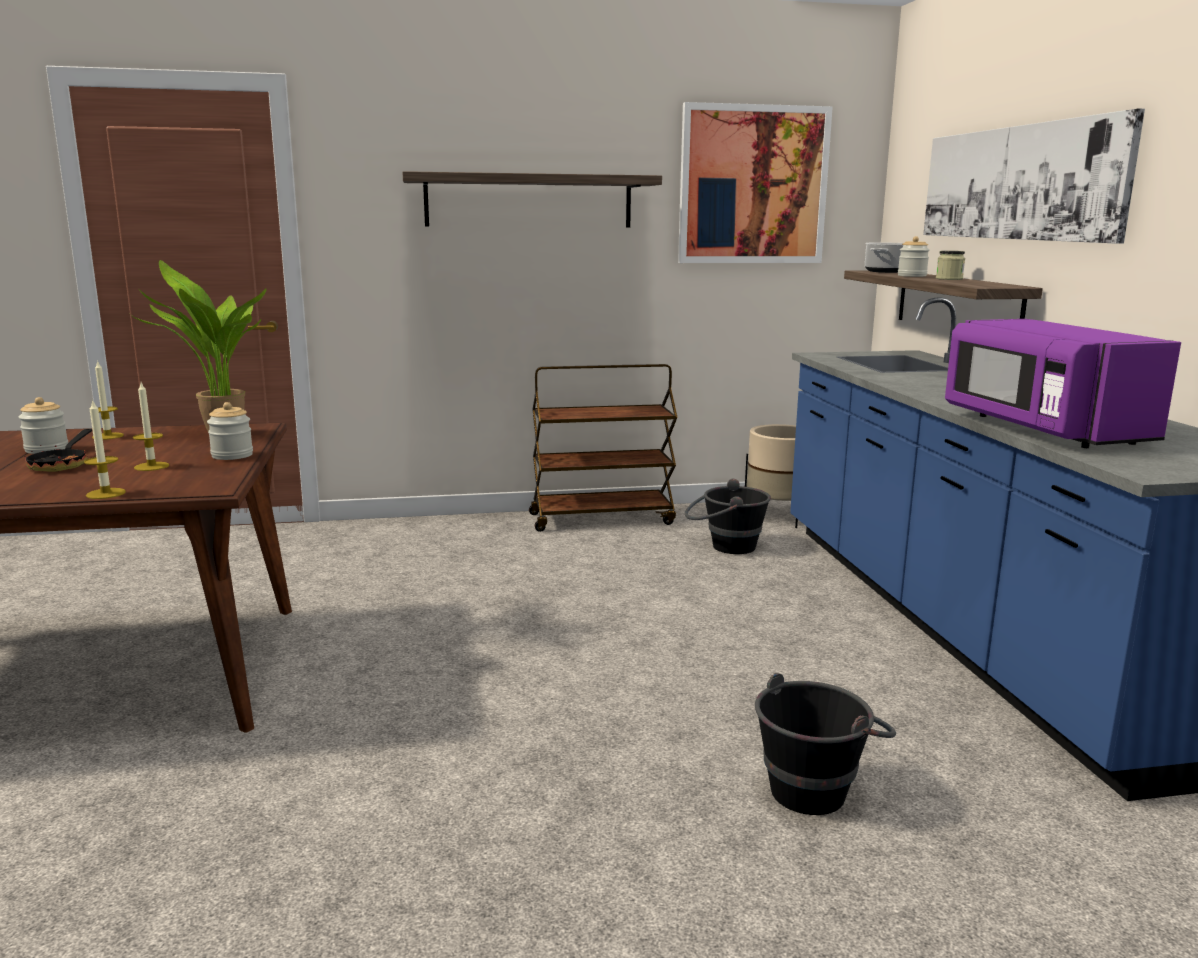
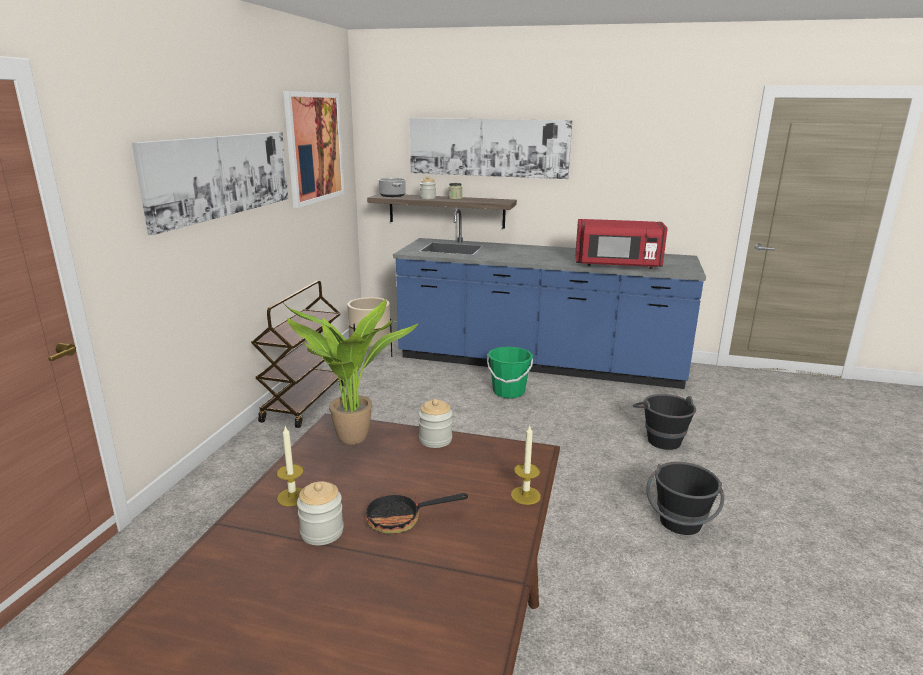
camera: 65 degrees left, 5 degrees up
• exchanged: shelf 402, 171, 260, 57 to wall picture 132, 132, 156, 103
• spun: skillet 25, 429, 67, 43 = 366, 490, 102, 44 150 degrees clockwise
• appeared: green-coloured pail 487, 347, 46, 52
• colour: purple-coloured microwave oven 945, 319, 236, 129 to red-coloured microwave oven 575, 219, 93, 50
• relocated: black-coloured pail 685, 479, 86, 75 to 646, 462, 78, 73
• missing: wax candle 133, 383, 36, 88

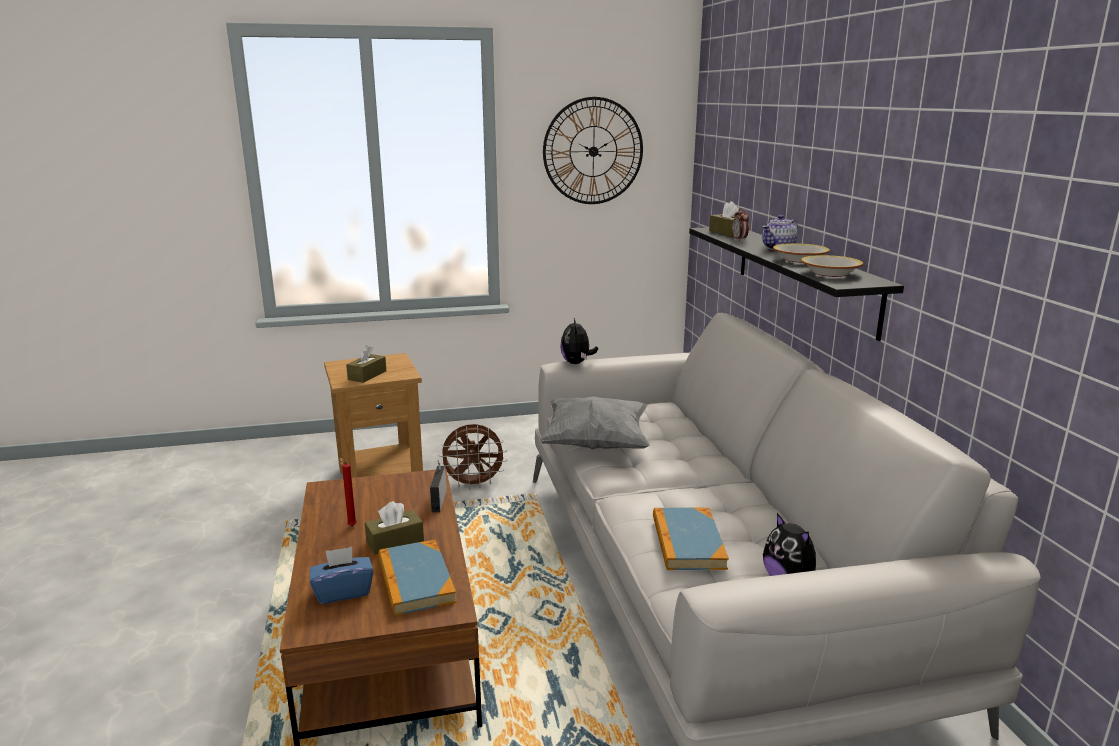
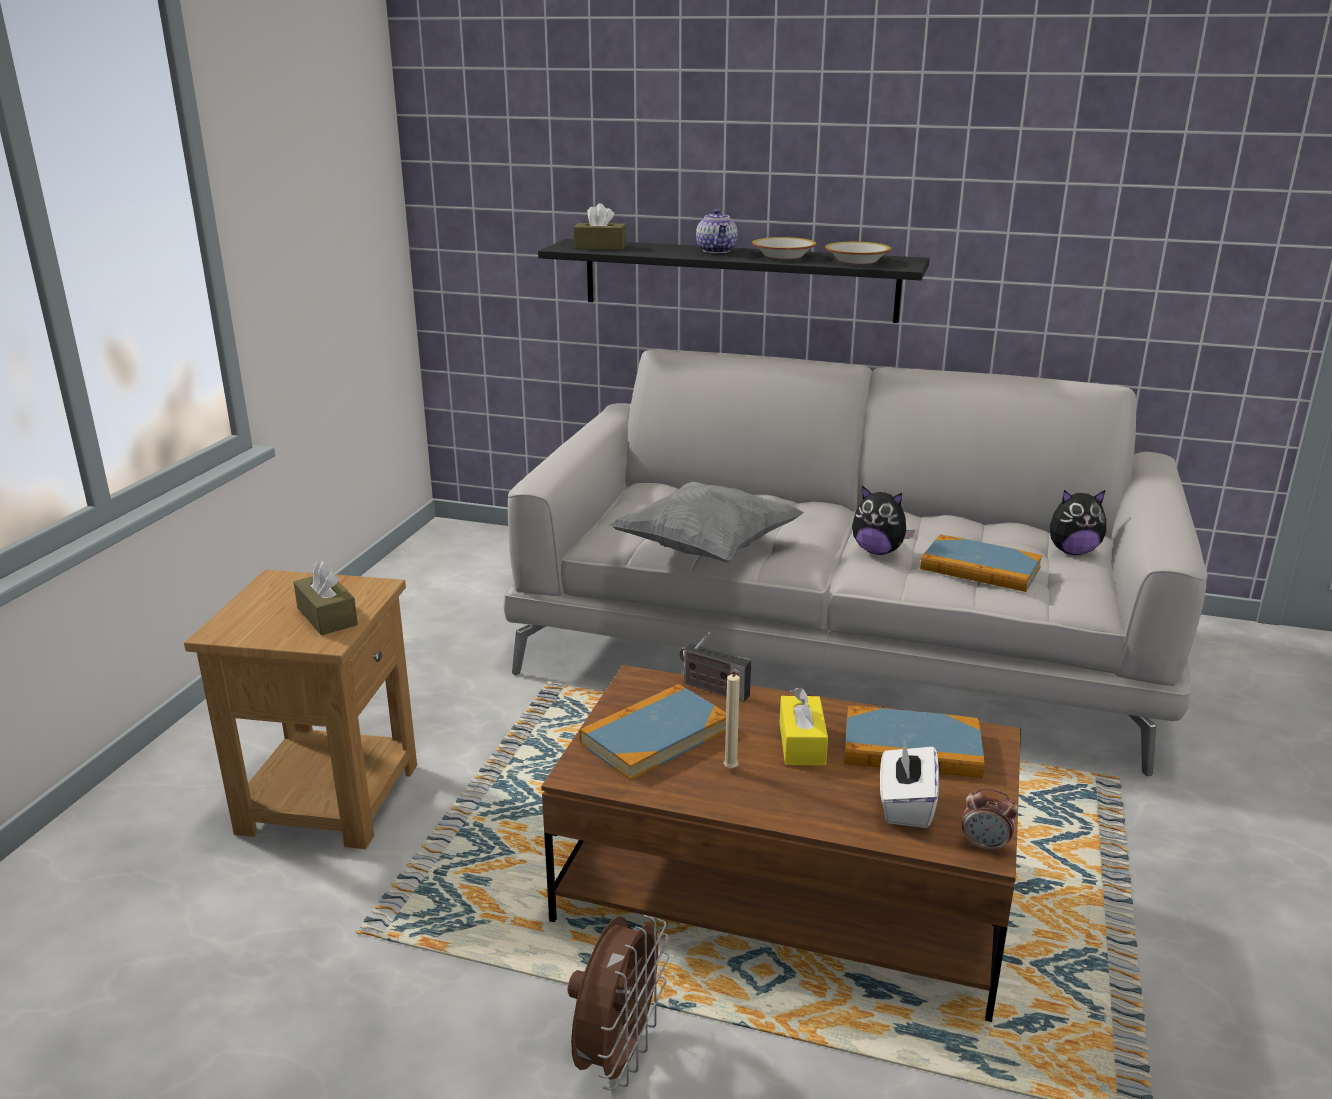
camera: 60 degrees left, 5 degrees up
• relocated: brown fan 439, 424, 68, 65 to 568, 915, 101, 175
• appeared: volume 579, 684, 147, 96
• colour: red-coloured wax candle 339, 461, 18, 65 to beige wax candle 724, 672, 17, 97
• colour: brown tissue box 365, 501, 59, 53 to yellow tissue box 780, 687, 48, 78
• relocated: cuddly toy 560, 318, 38, 46 to 852, 485, 63, 70
• colour: blue-coloured tissue box 310, 547, 63, 57 to whitish tissue box 880, 740, 59, 88
• relocated: table clock 732, 208, 17, 33 to 962, 788, 56, 66
• missing: wall clock 543, 97, 100, 107

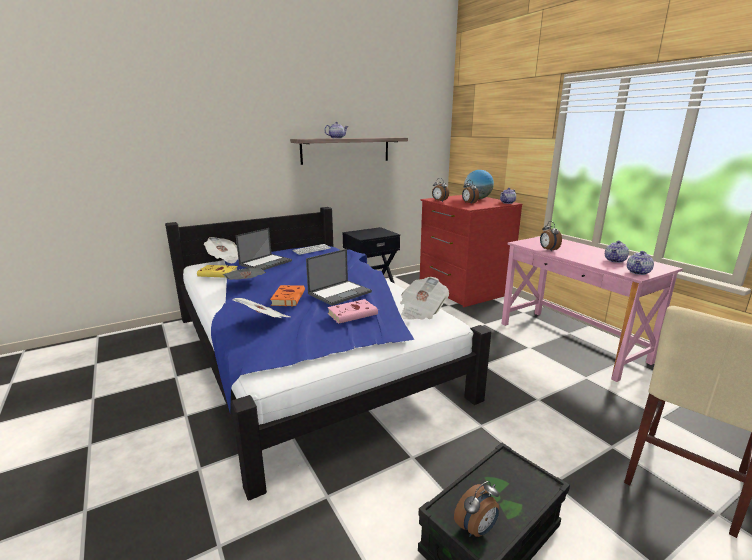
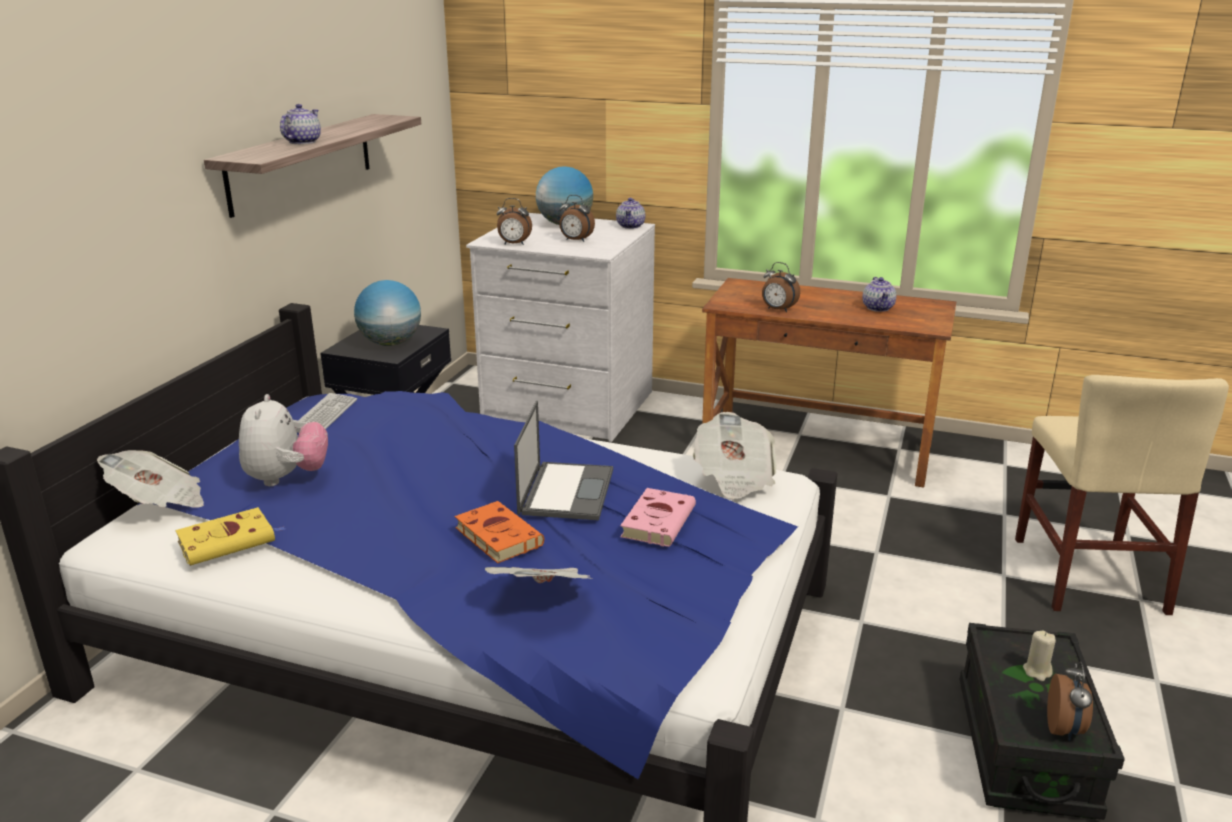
camera: 40 degrees left, 5 degrees up
• exchanged: portable computer 236, 228, 56, 42 to cuddly toy 239, 394, 89, 92
• appeared: world globe 354, 280, 67, 66
• colour: red-coloured dresser 420, 195, 102, 112 to whitish dresser 466, 213, 189, 229
• colour: pink desk 501, 237, 182, 145 to brown desk 702, 278, 254, 209
• appeared: beige wax candle 1023, 630, 33, 51
• missing: daily paper 222, 268, 44, 12
• missing: teapot 627, 251, 27, 24

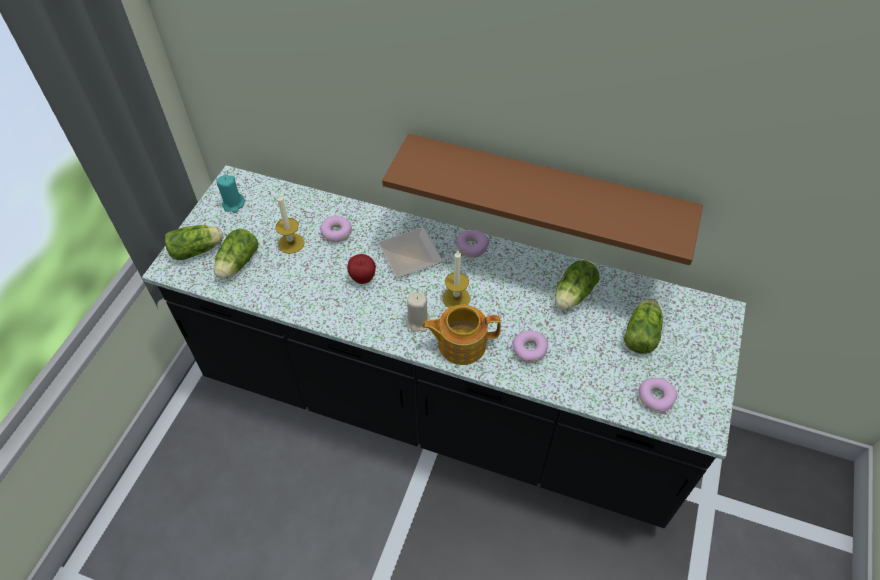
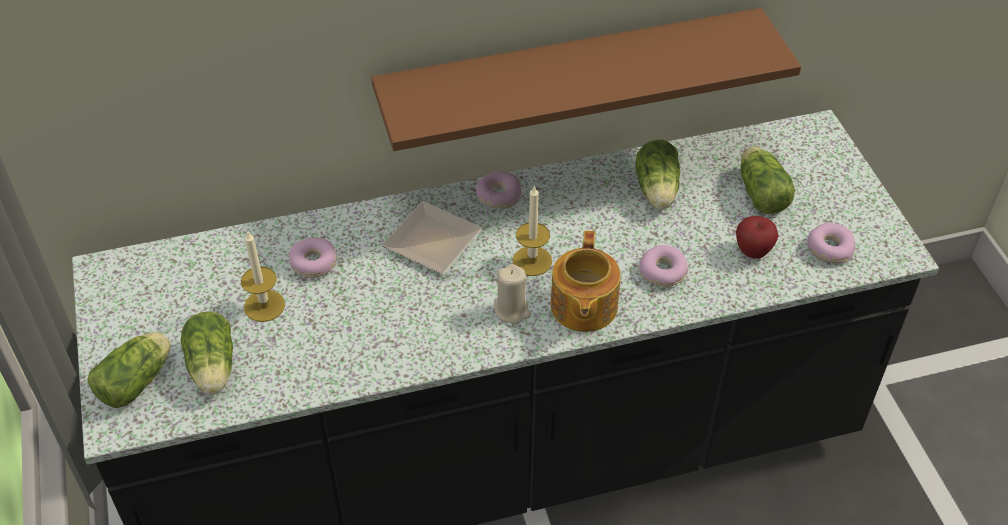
camera: 35 degrees left, 5 degrees down
• spun: teapot 422, 305, 79, 60 = 551, 231, 70, 101 45 degrees counterclockwise
• relocated: apple 347, 254, 29, 30 to 736, 216, 42, 43
• missing: turquoise-coloured wax candle 216, 174, 29, 39

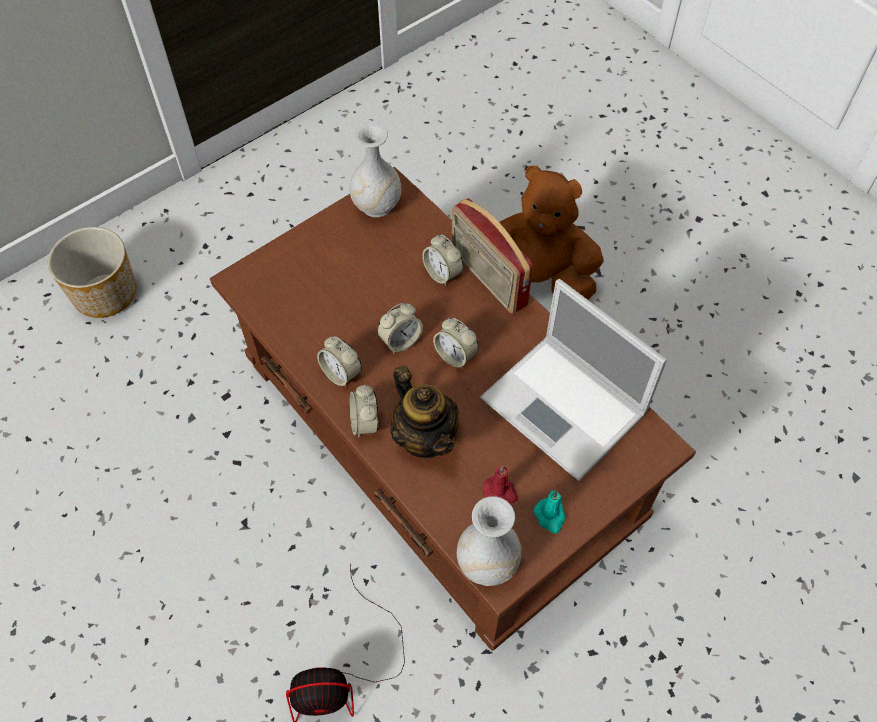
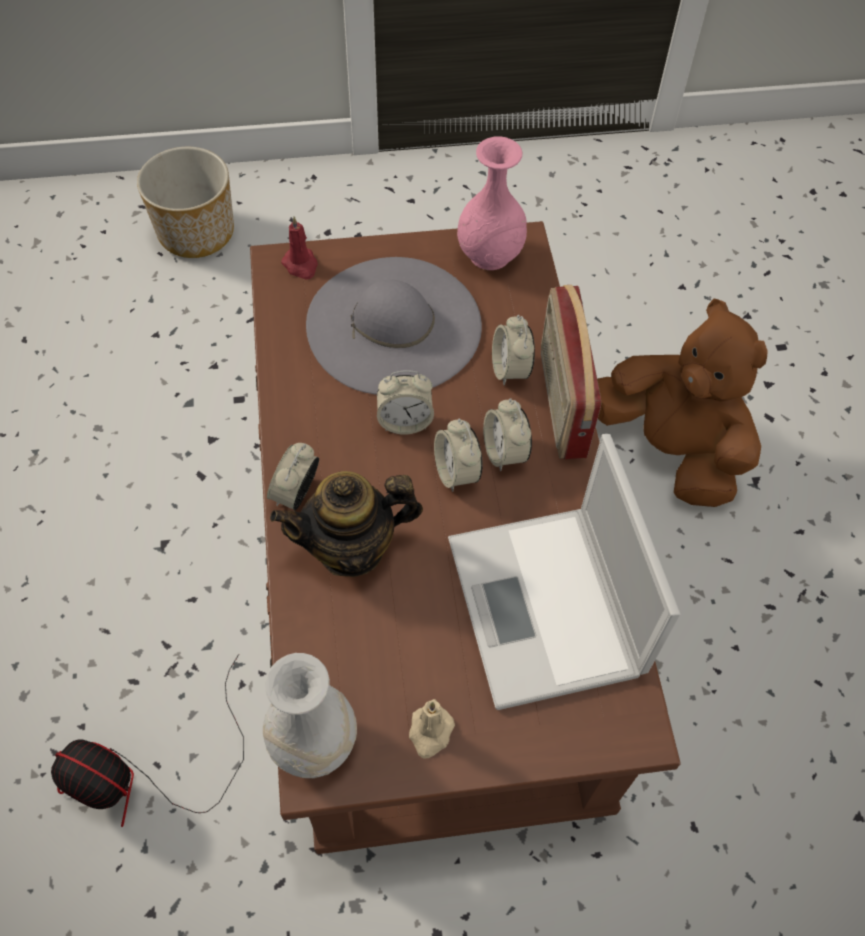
camera: 30 degrees right, 0 degrees up
• spun: teapot 391, 365, 68, 93 = 270, 471, 153, 106 75 degrees clockwise
• relocated: red-coloured wax candle 482, 466, 36, 37 to 281, 216, 37, 63
• appeared: gray wearable hat 306, 257, 176, 138
• colour: turquoise-coloured wax candle 533, 491, 33, 42 to beige wax candle 409, 699, 46, 60
• colour: whitish flower vase 350, 122, 52, 95 to pink flower vase 457, 137, 70, 133
• relocated: table clock 317, 336, 45, 51 to 483, 398, 49, 73

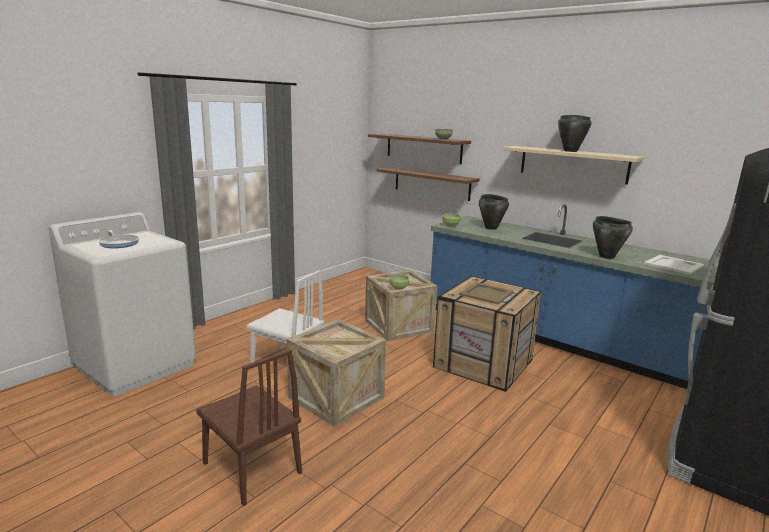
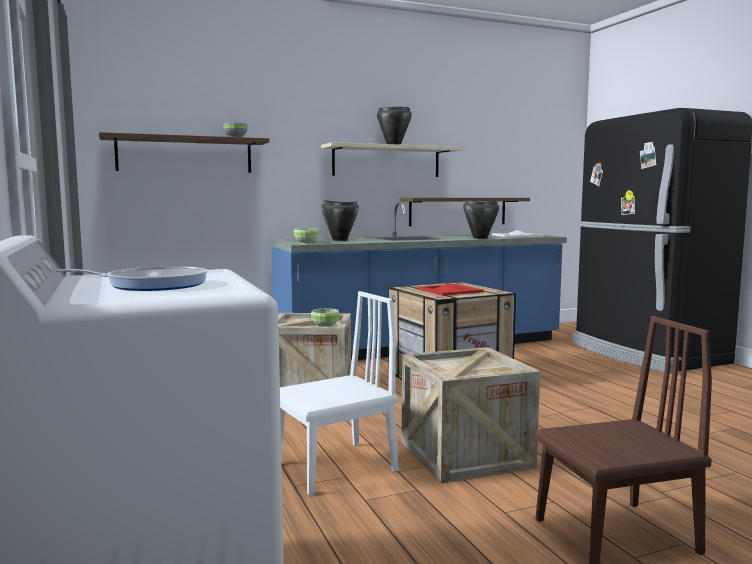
camera: 60 degrees left, 10 degrees down
• relocated: brown shelf 376, 167, 104, 34 to 400, 198, 130, 28
• colour: beige carrying tray 459, 282, 55, 22 to red-coloured carrying tray 417, 283, 67, 13

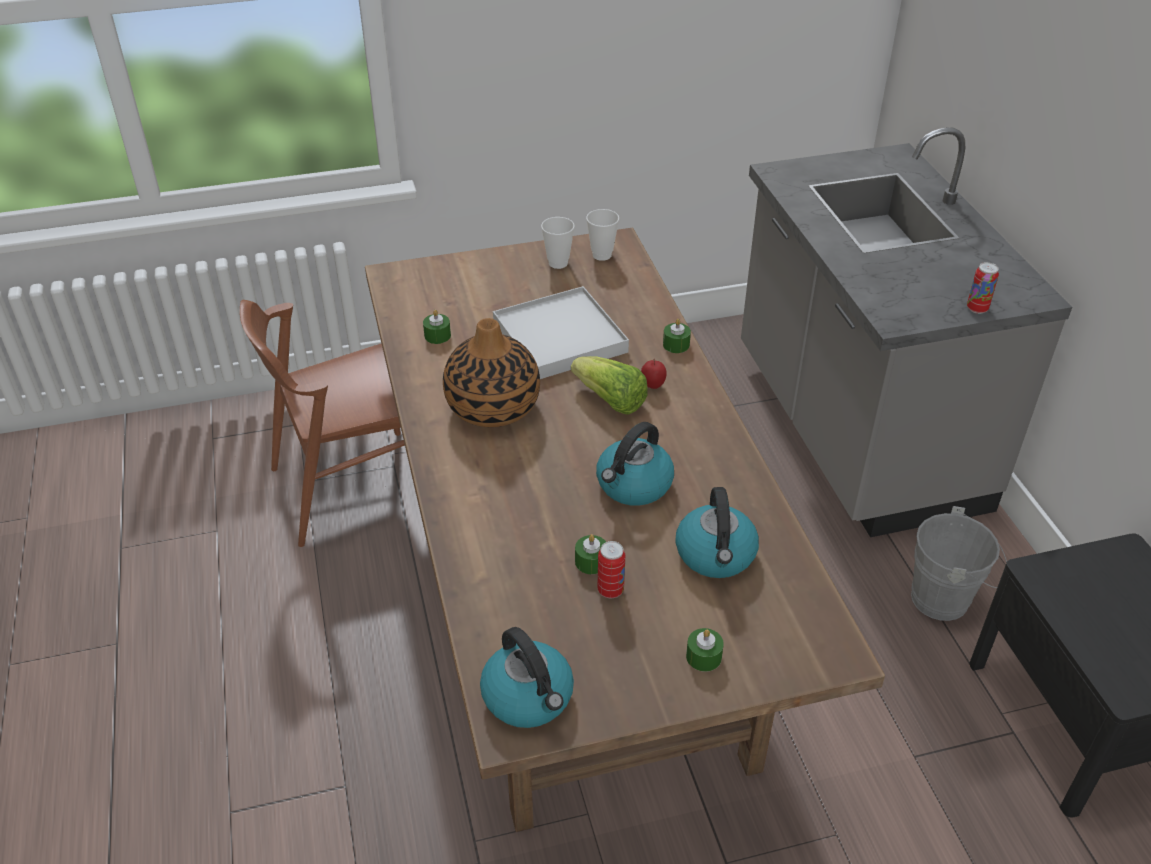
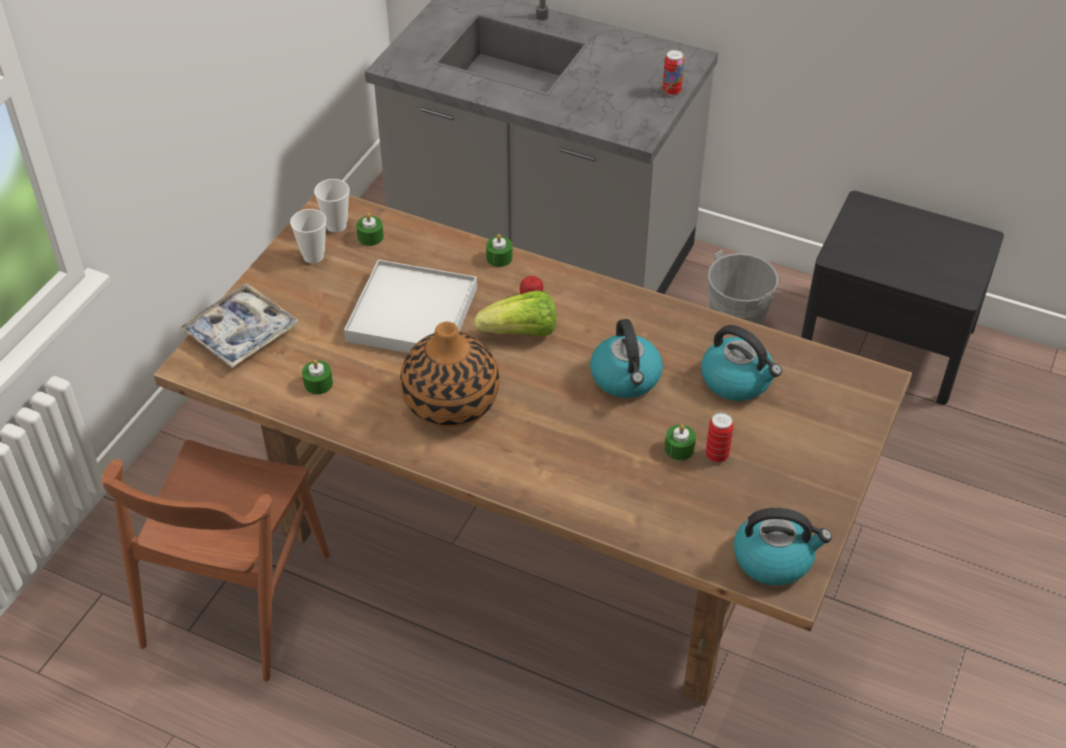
camera: 50 degrees left, 5 degrees up
• appeared: carrying tray 179, 283, 119, 85
• relocated: green-coloured wax candle 686, 628, 38, 44 to 356, 213, 28, 33

